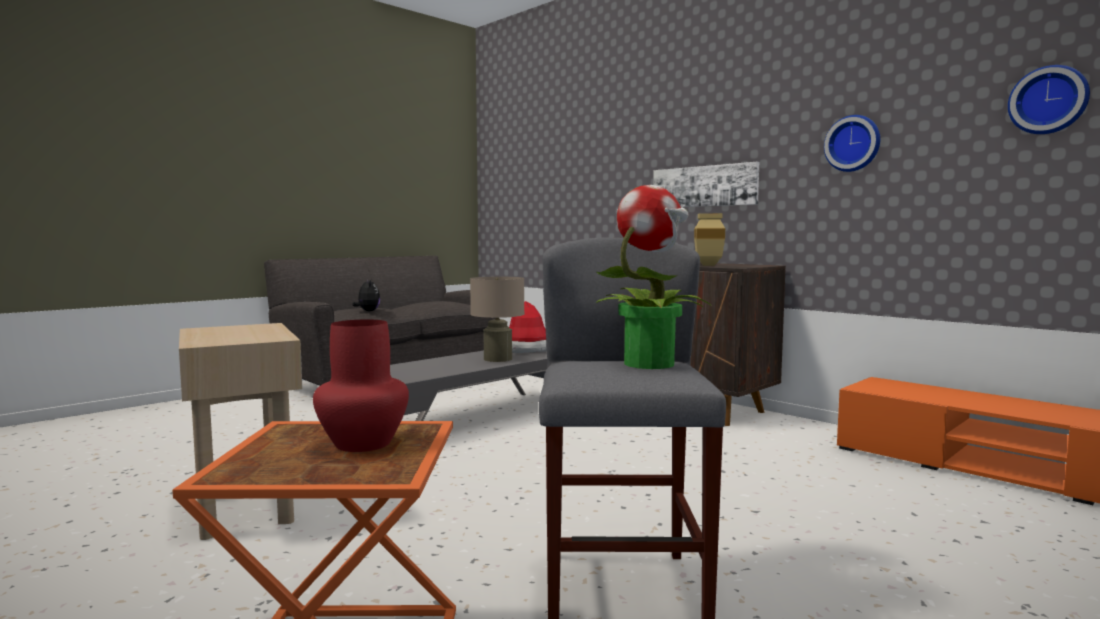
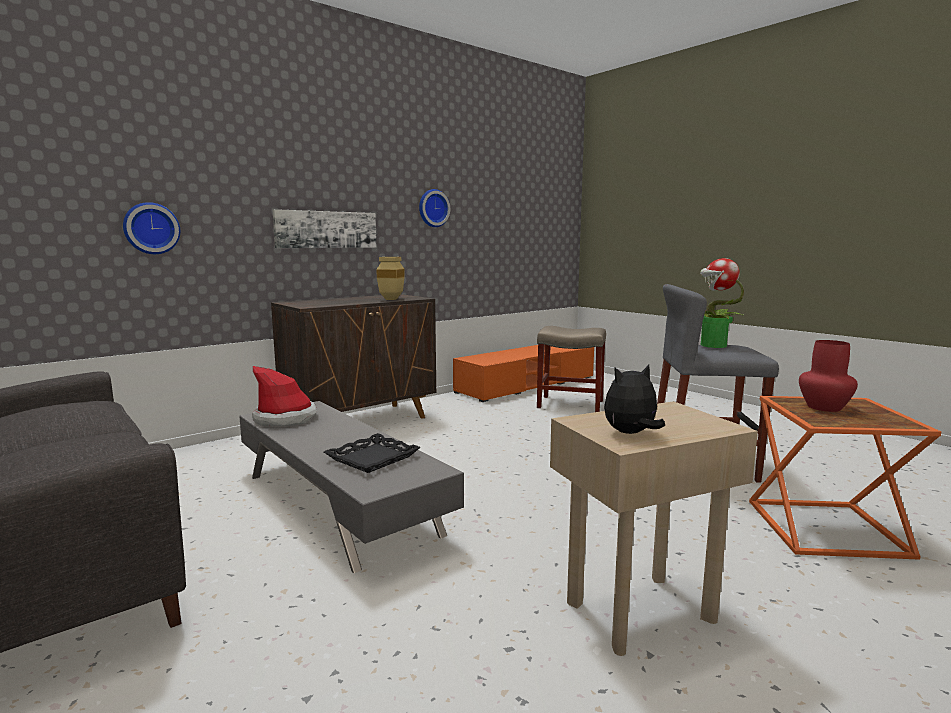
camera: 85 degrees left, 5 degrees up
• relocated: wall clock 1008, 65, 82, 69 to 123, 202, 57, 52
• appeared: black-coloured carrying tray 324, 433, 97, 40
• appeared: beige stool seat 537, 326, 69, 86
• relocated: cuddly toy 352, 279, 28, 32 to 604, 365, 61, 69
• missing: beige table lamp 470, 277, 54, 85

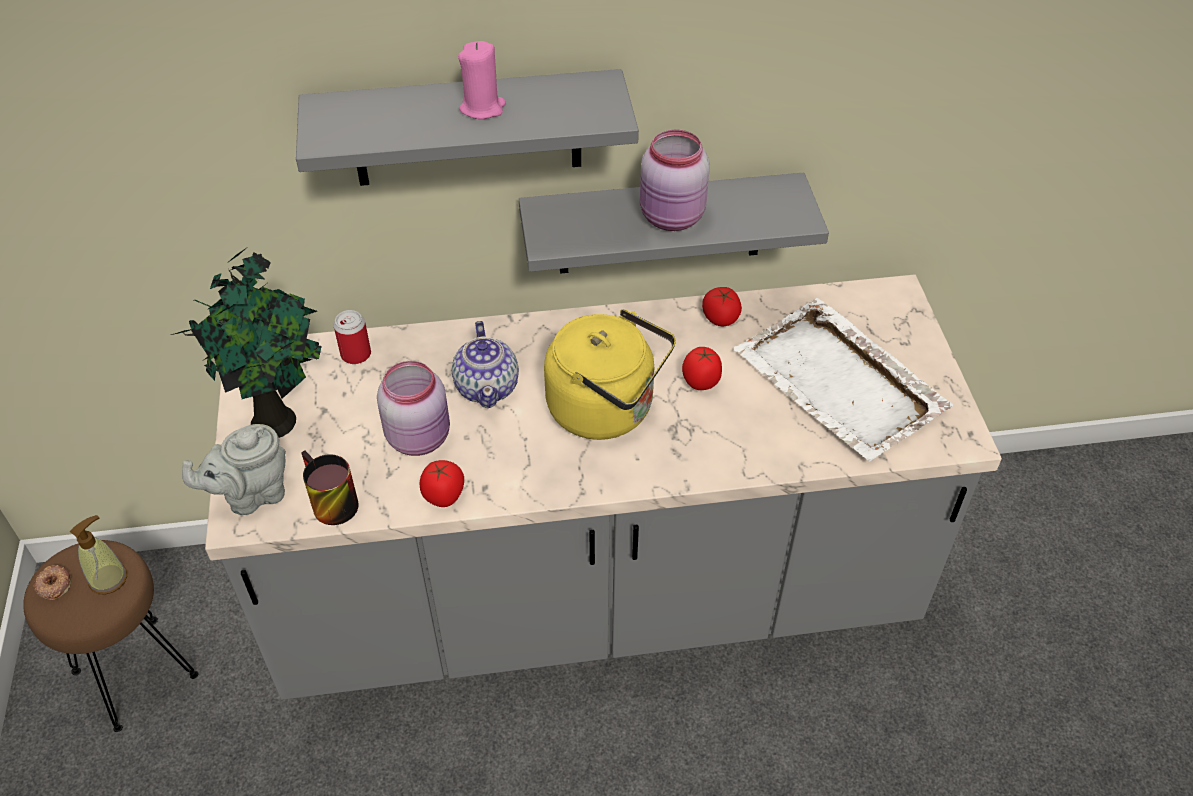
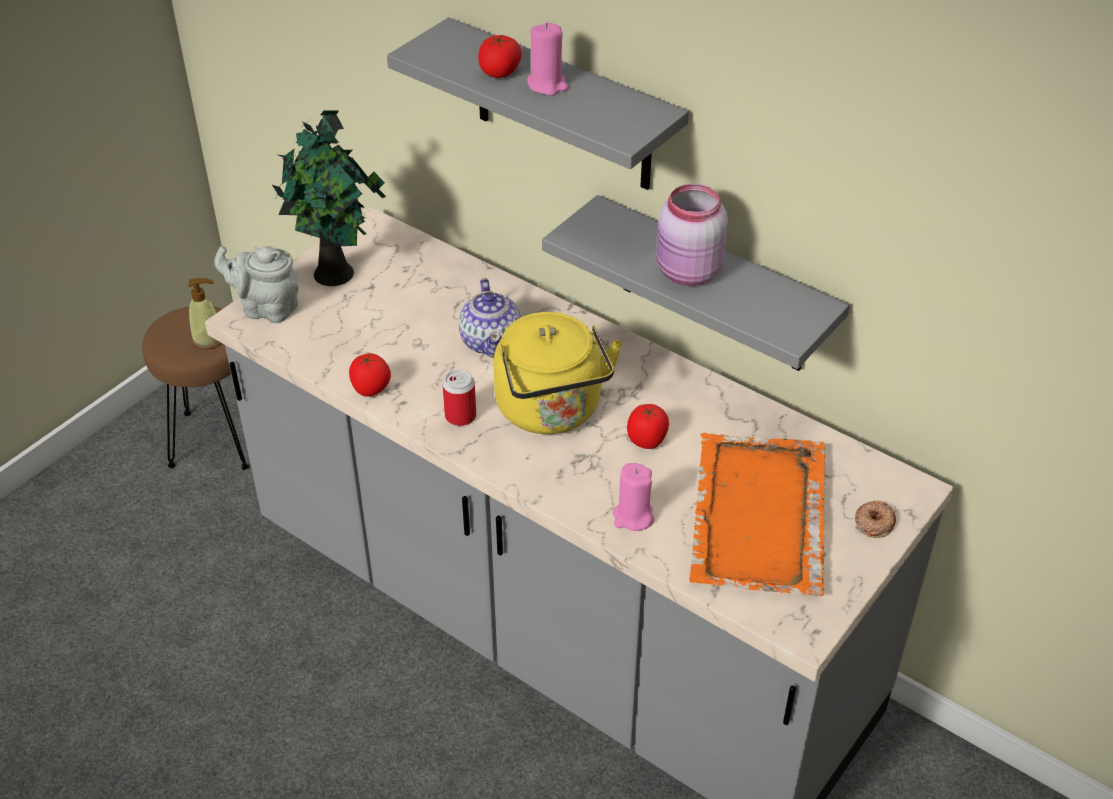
camera: 45 degrees right, 5 degrees down
• relocated: metal can 333, 310, 38, 54 to 442, 369, 34, 57
• spun: teapot 452, 321, 67, 87 = 459, 278, 62, 80 45 degrees counterclockwise
• relocated: fresh tomato 702, 287, 40, 39 to 478, 35, 44, 43
• appeared: pink wax candle 613, 463, 41, 68
• colour: whitish carrying tray 734, 298, 219, 163 to orangey carrying tray 689, 433, 136, 163
• relocated: doughnut 33, 565, 38, 35 to 855, 501, 41, 37
• missing: coffee mug 301, 450, 58, 75
• missing: pink jar 377, 361, 73, 95

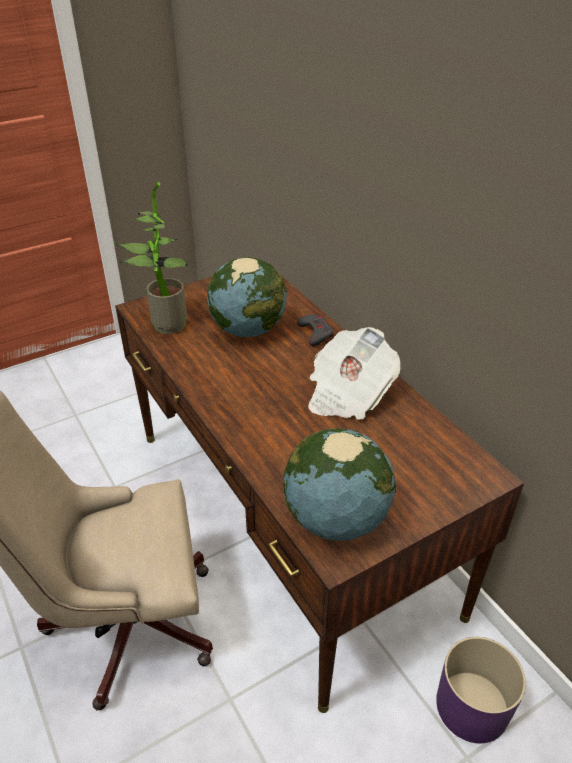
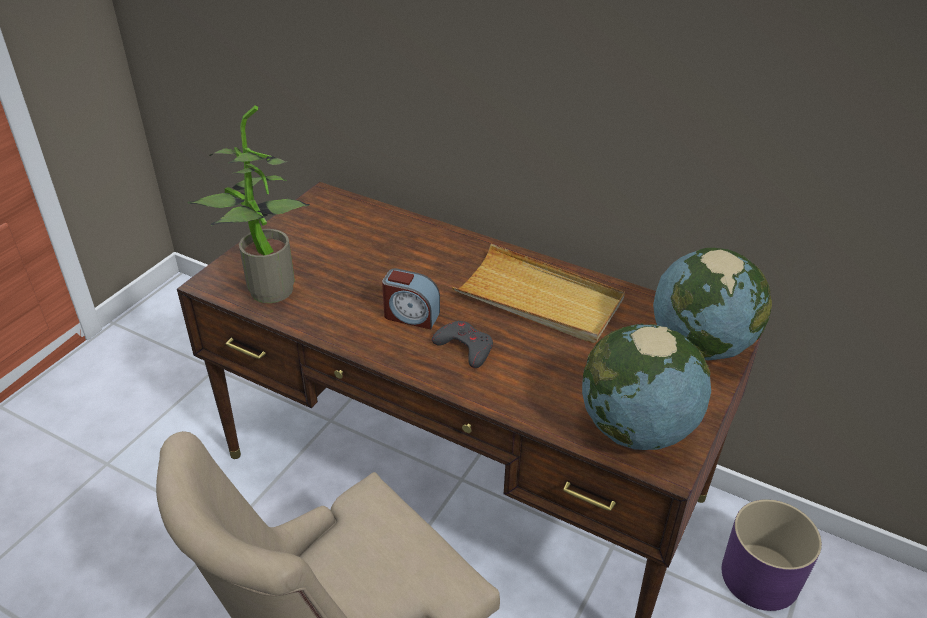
camera: 30 degrees left, 0 degrees up
• appeared: table clock 382, 268, 58, 62
• relocated: gray gamepad 297, 315, 36, 31 to 432, 321, 61, 47
• exchanged: daily paper 308, 327, 93, 93 to beige carrying tray 452, 244, 173, 99
• relocated: world globe 207, 257, 80, 80 to 653, 248, 119, 112

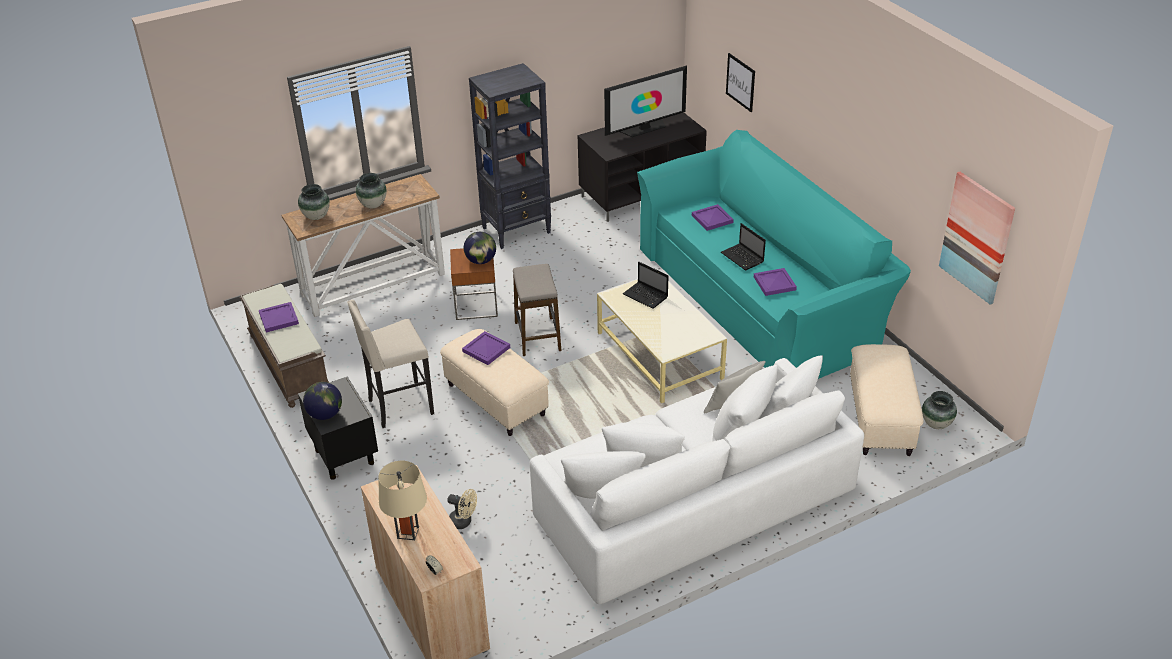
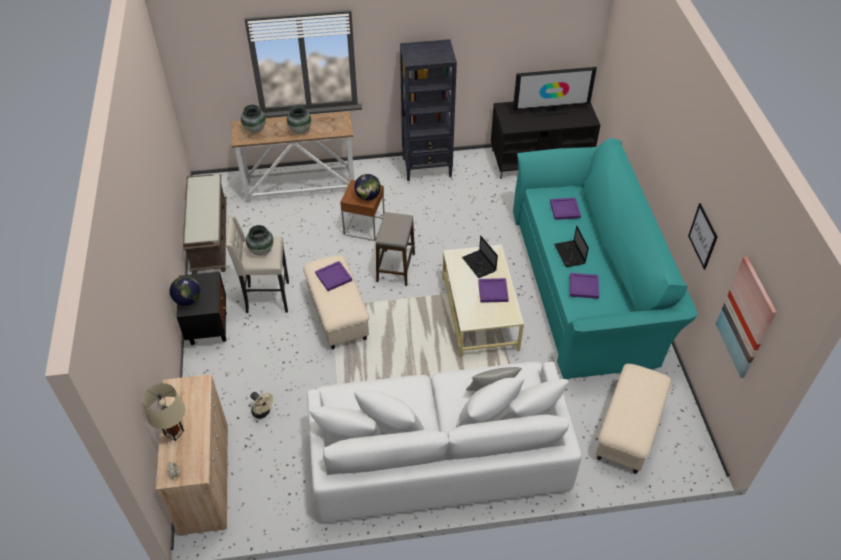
camera: 20 degrees right, 10 degrees up
• relocated: flower vase 922, 391, 35, 38 to 246, 225, 28, 31
• relocated: purple-coloured carrying tray 259, 302, 40, 30 to 478, 278, 31, 25
• relocated: wall picture 726, 53, 29, 59 to 688, 203, 29, 67

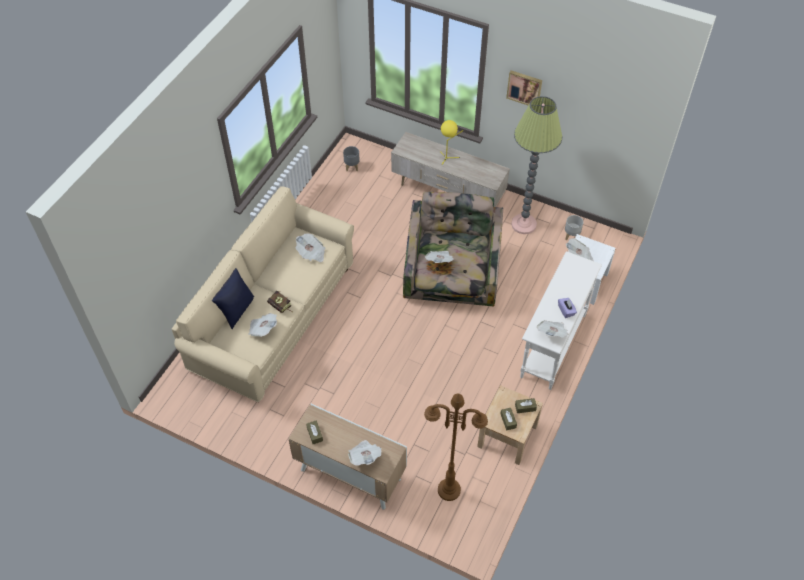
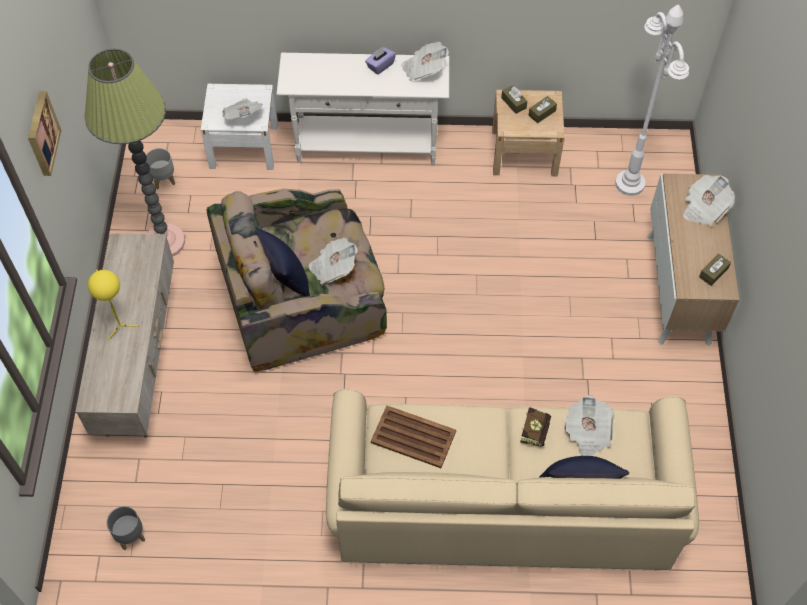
camera: 115 degrees left, 5 degrees up
• appeared: blue-coloured pillow 256, 228, 54, 69
• exchanged: daily paper 296, 233, 30, 29 to brown carrying tray 371, 405, 85, 63
• colour: brown floor lamp 424, 393, 64, 108 to whitish floor lamp 615, 4, 74, 192

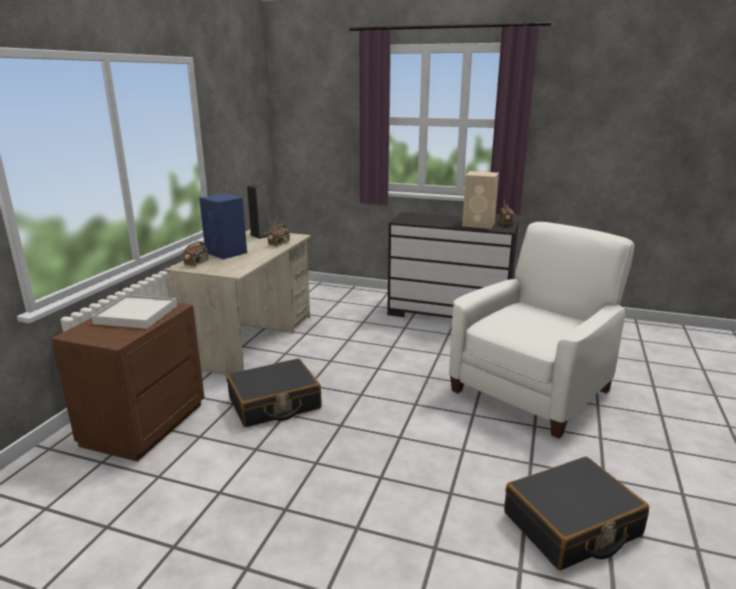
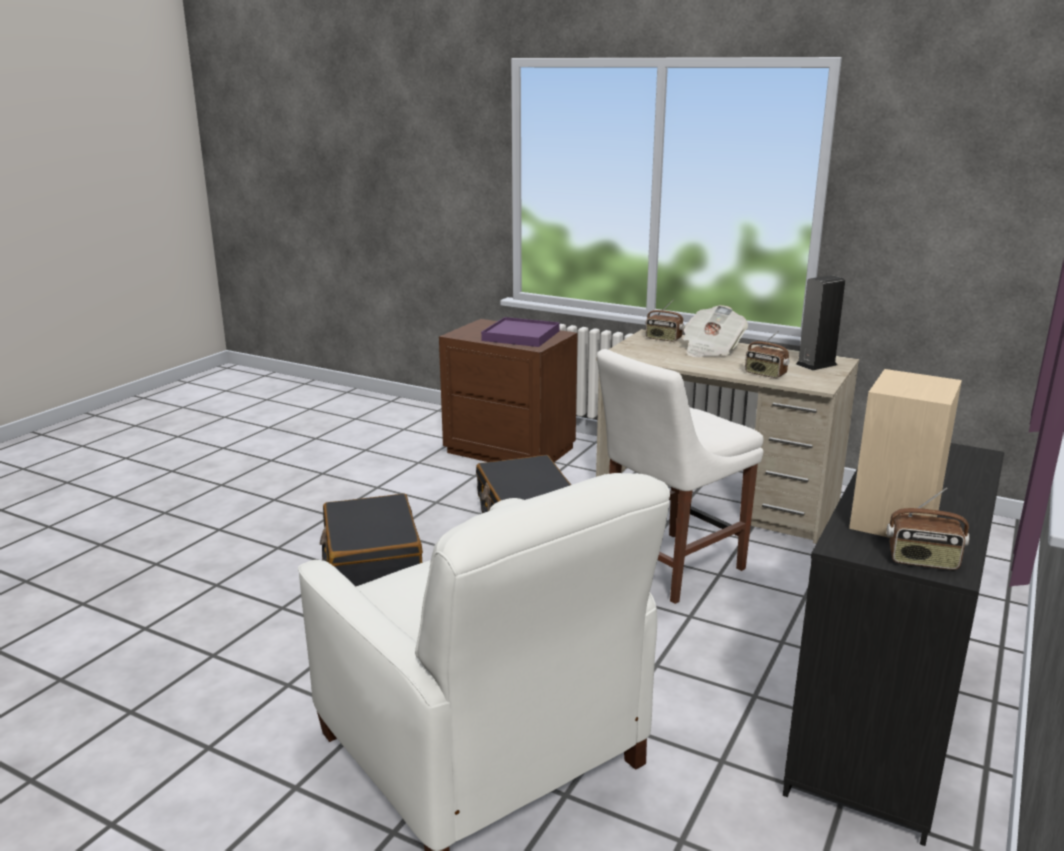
camera: 100 degrees right, 0 degrees up
• relocated: black-coloured suitcase 504, 457, 145, 113 to 320, 494, 103, 92
• colour: whitish carrying tray 92, 295, 85, 34 to purple-coloured carrying tray 481, 317, 78, 30
• appeared: whitish chair 597, 349, 166, 255
• exchanged: blue-coloured audio speaker 199, 194, 48, 65 to daily paper 683, 305, 65, 52

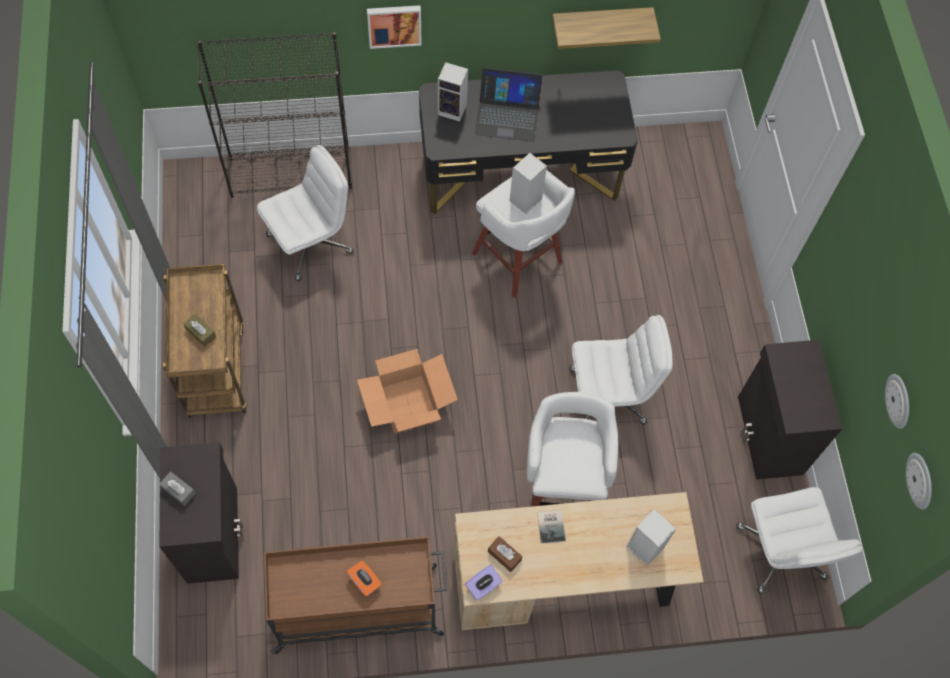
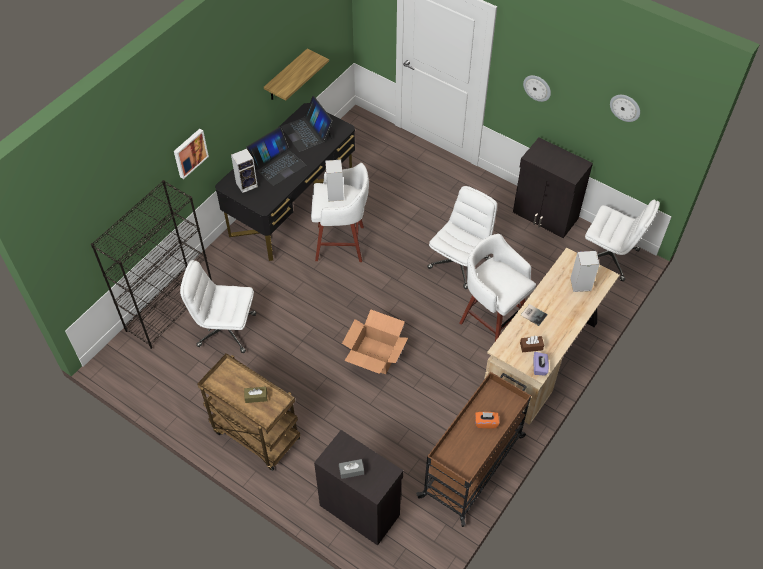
camera: 45 degrees left, 10 degrees down
• spun: whitish office chair 257, 145, 97, 136 = 180, 260, 76, 93 90 degrees counterclockwise
• appeared: portable computer 281, 96, 52, 56
• relocated: wall clock 906, 453, 26, 57 to 523, 75, 28, 27

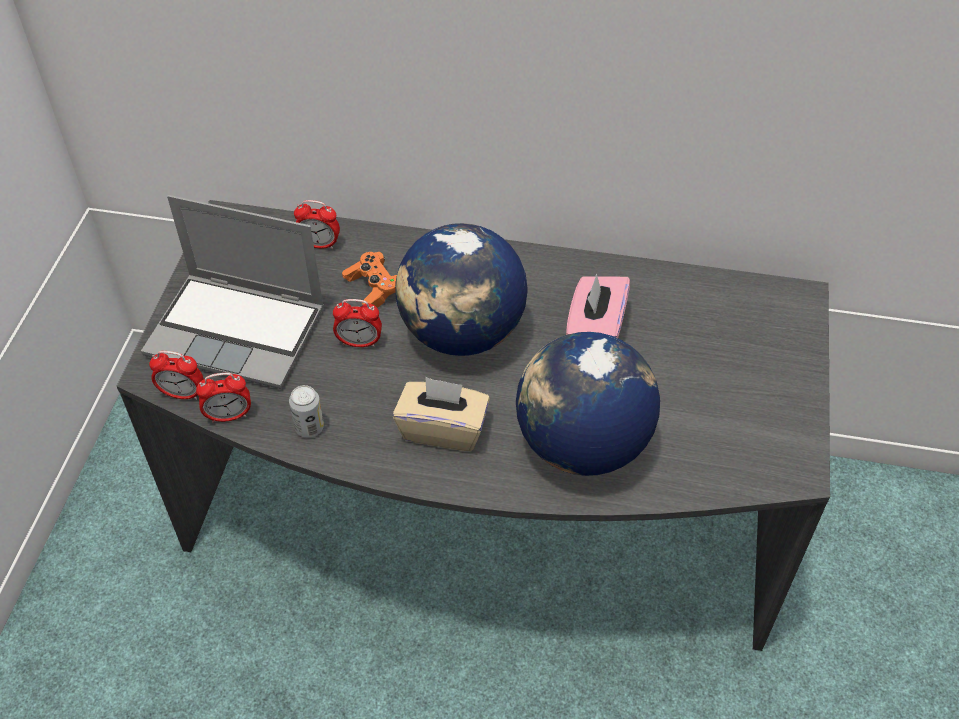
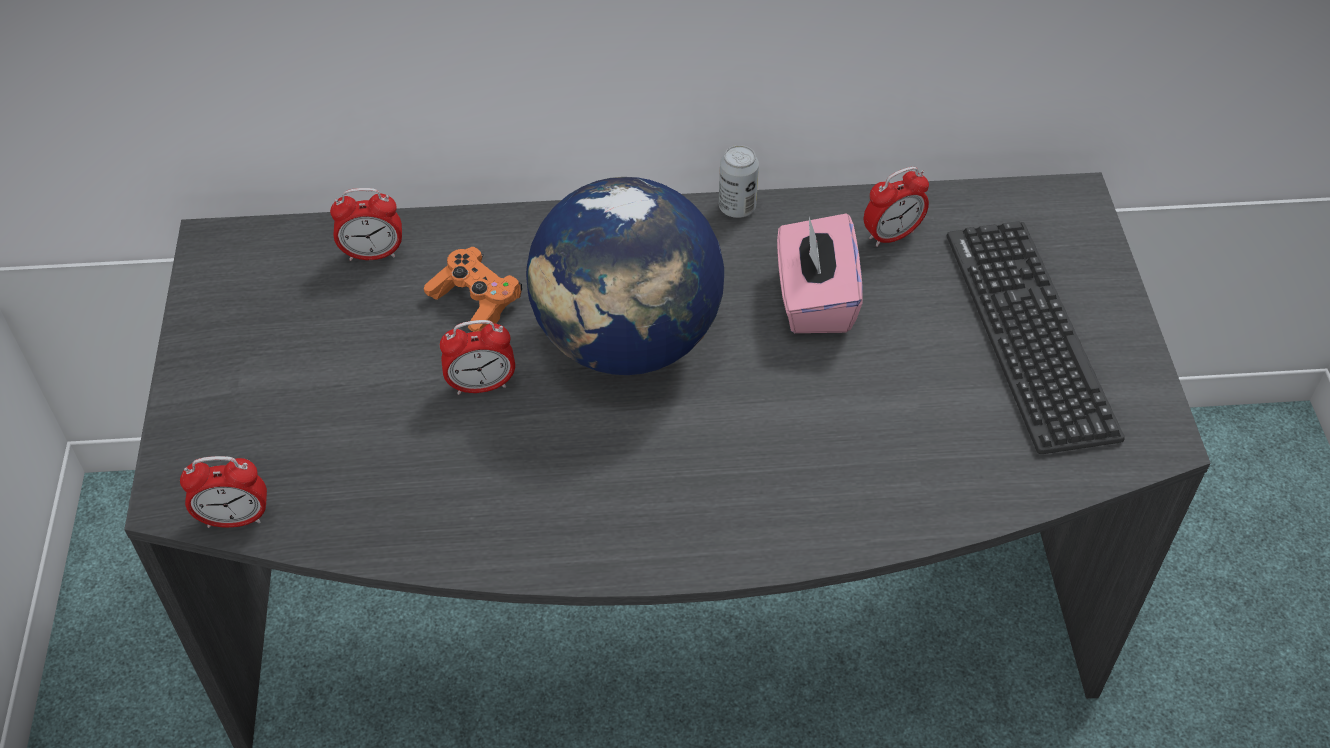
camera: 15 degrees left, 0 degrees up
• relocated: metal can 289, 385, 35, 53 to 719, 145, 40, 73
• relocated: table clock 196, 373, 55, 50 to 864, 167, 65, 80
• appeared: keyboard 947, 221, 178, 233
• missing: portable computer 141, 195, 183, 194
• missing: beige tissue box 393, 377, 97, 74
• missing: world globe 516, 332, 144, 144

